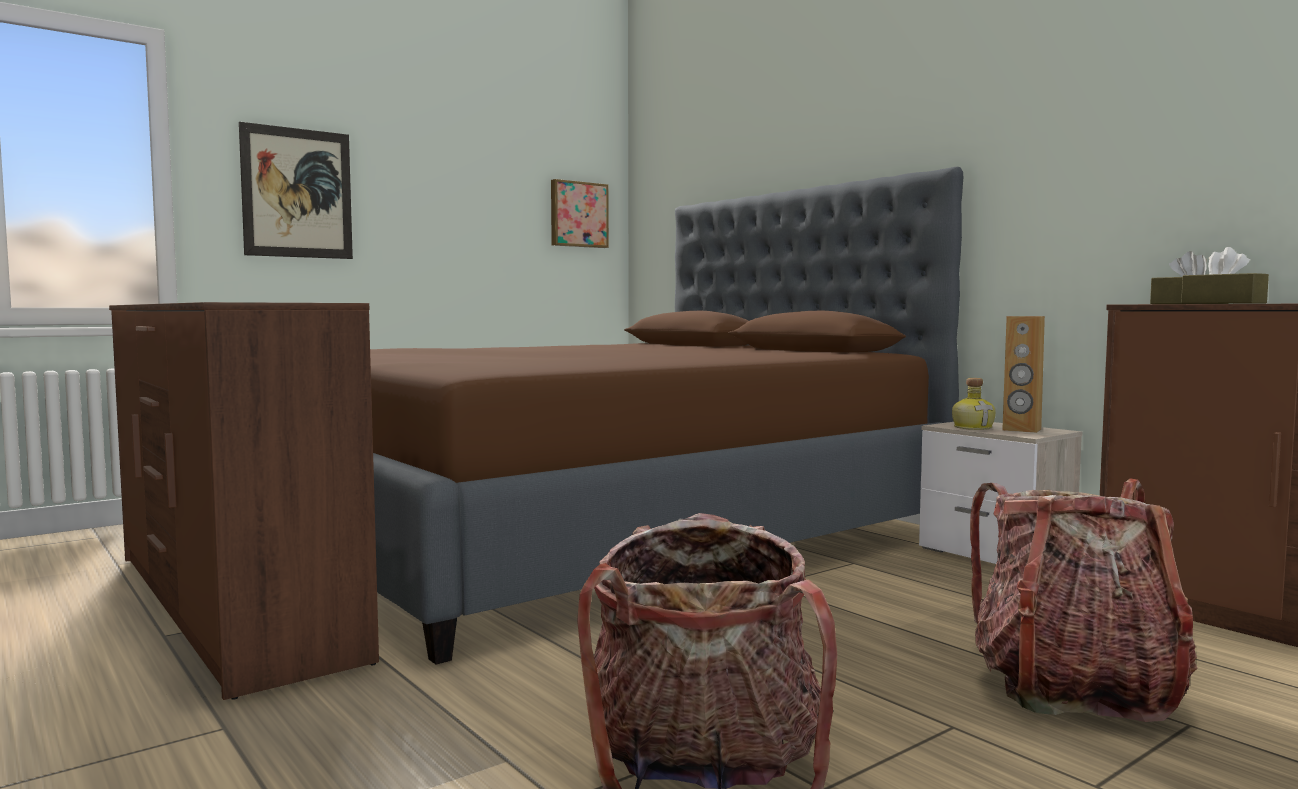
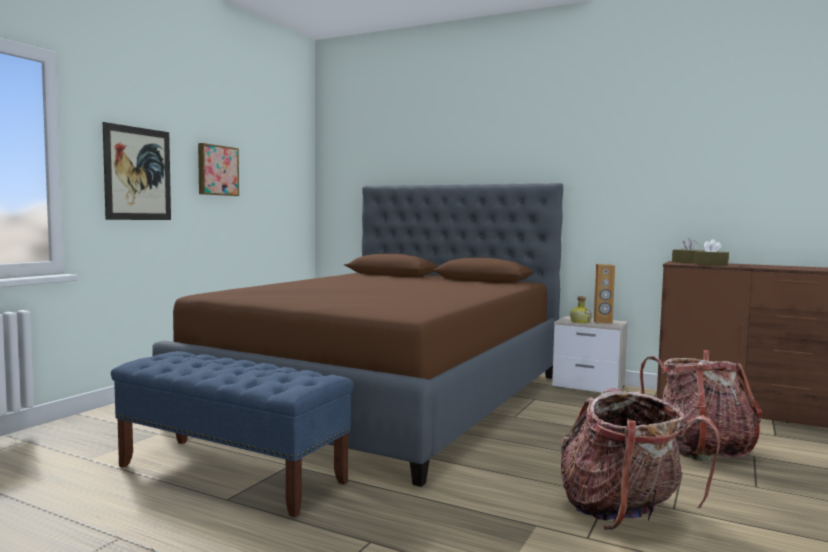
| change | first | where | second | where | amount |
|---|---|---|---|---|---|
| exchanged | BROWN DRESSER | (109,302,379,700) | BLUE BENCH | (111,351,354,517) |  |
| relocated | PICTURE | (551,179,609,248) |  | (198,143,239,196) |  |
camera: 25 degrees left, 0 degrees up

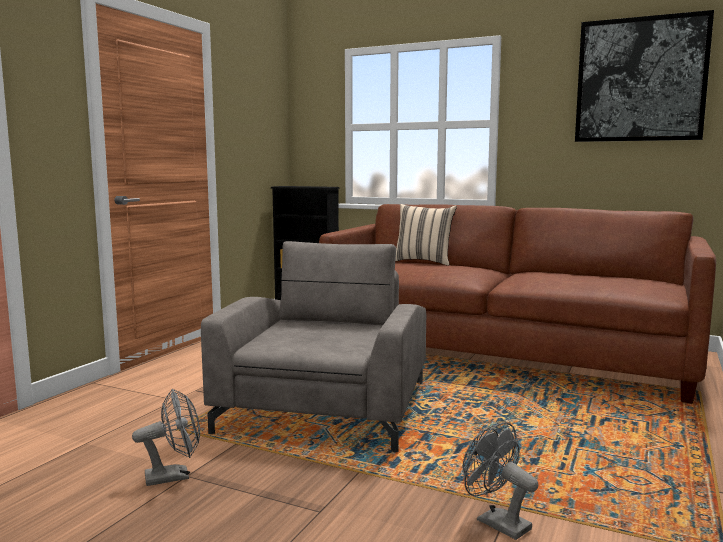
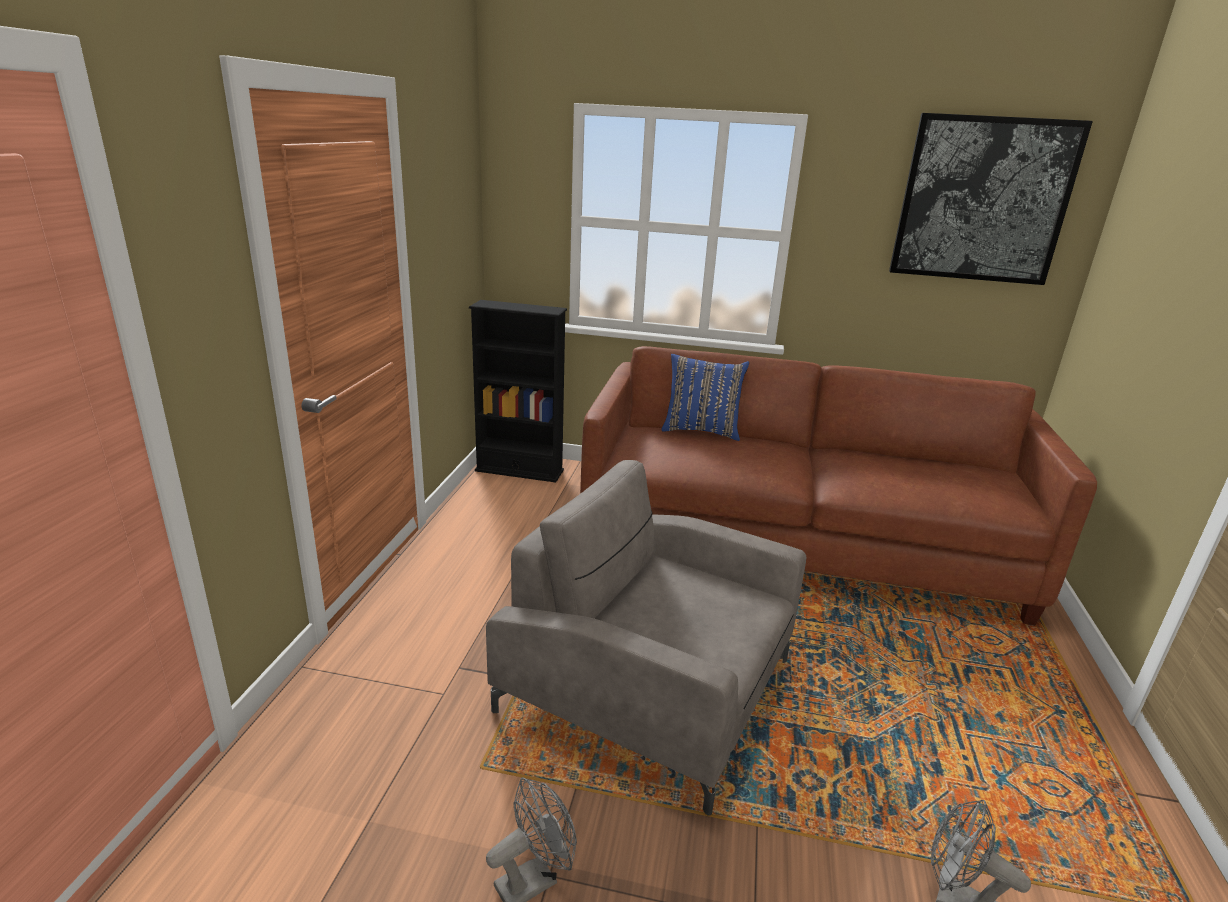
| change | first | where | second | where | amount |
|---|---|---|---|---|---|
| spun | GREY ARMCHAIR | (201,241,426,452) |  | (486,460,806,815) | 60 degrees counterclockwise |
| colour | BEIGE PILLOW | (395,204,457,266) | BLUE PILLOW | (661,354,749,441) |  |
camera: 15 degrees left, 15 degrees up

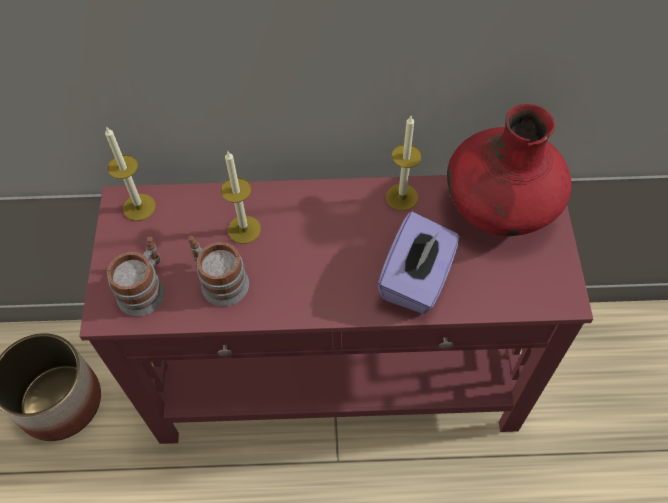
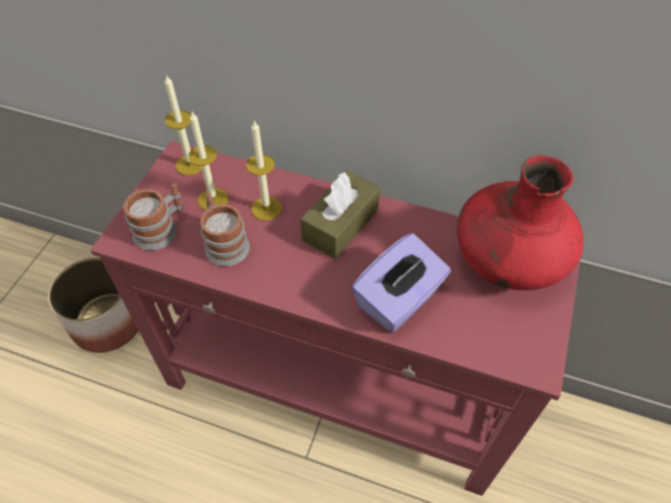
| change | first | where | second | where | amount |
|---|---|---|---|---|---|
| relocated | CANDLE | (386,116,422,211) |  | (188,112,229,210) |  |
| appeared |  |  | BROWN TISSUE BOX | (300,171,380,259) |  |
camera: 20 degrees right, 5 degrees down

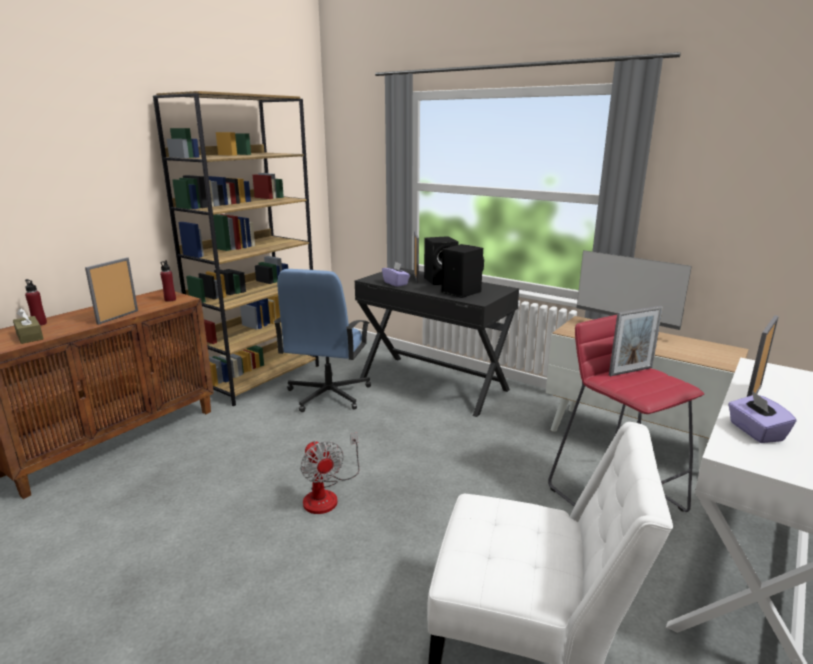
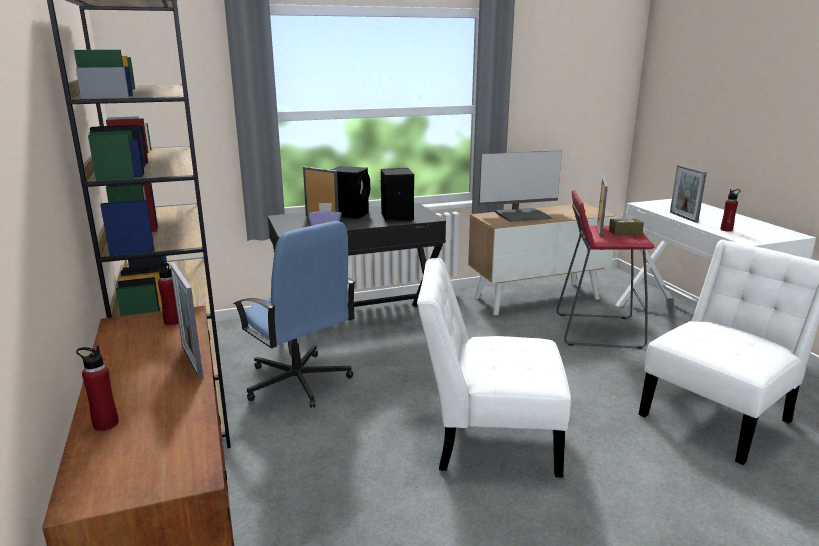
| change | first | where | second | where | amount |
|---|---|---|---|---|---|
| relocated | BROWN TISSUE BOX | (13,308,43,344) |  | (609,209,644,235) |  |
| exchanged | FAN | (300,432,359,514) | WHITE CHAIR | (417,258,571,478) |  |
| exchanged | PURPLE TISSUE BOX | (728,391,796,443) | RED BOTTLE | (721,189,739,232) |  |
camera: 55 degrees left, 0 degrees up

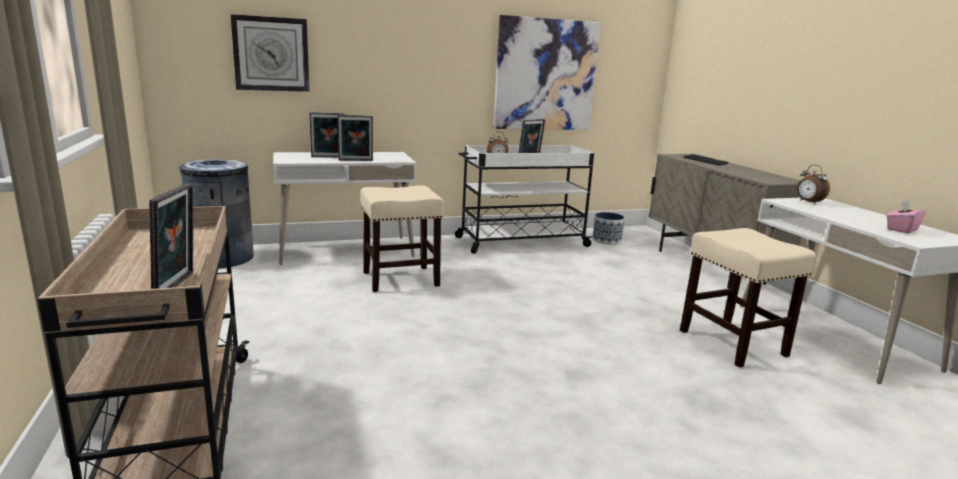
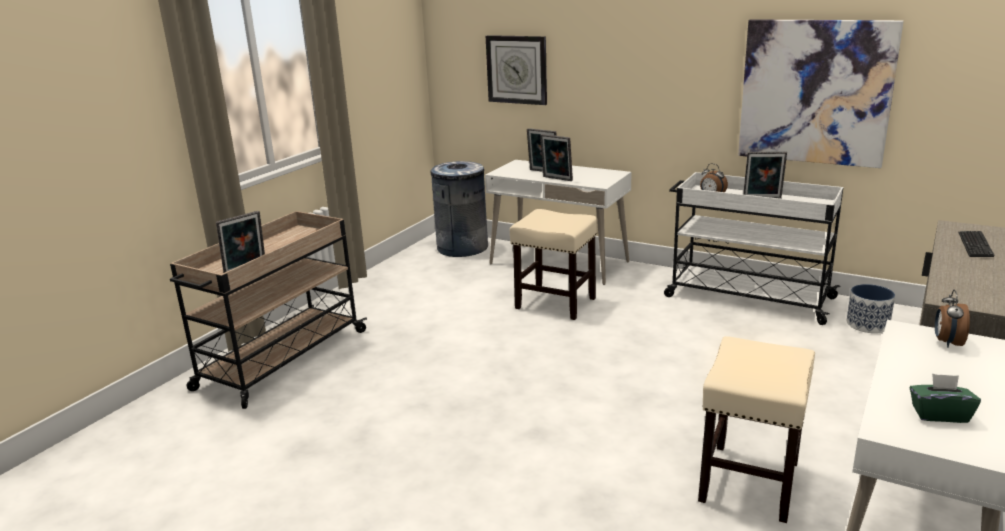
| change | first | where | second | where | amount |
|---|---|---|---|---|---|
| colour | PINK TISSUE BOX | (887,200,926,233) | GREEN TISSUE BOX | (910,374,981,423) |  |
camera: 50 degrees right, 5 degrees up

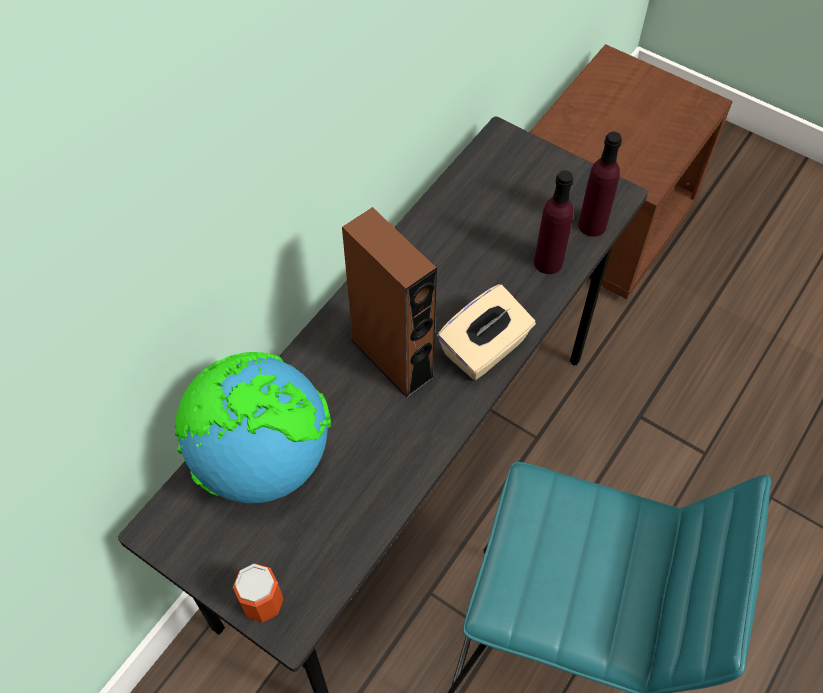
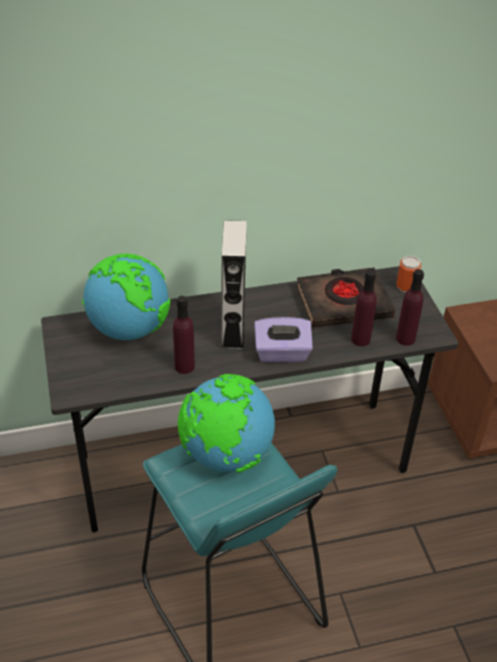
| change | first | where | second | where | amount |
|---|---|---|---|---|---|
| relocated | CAN | (233,563,284,623) |  | (396,255,421,292) |  |
| colour | BROWN SPEAKER | (342,207,437,399) | GREY SPEAKER | (221,220,247,349) |  |
| colour | BEIGE TISSUE BOX | (437,284,536,380) | PURPLE TISSUE BOX | (254,317,313,362) |  |
| appeared |  |  | PURPLE BOTTLE | (173,296,195,374) |  |
| appeared |  |  | GLOBE | (178,374,275,473) |  |
| appeared |  |  | BLACK BOOK | (296,267,395,328) |  |
camera: 40 degrees right, 15 degrees down

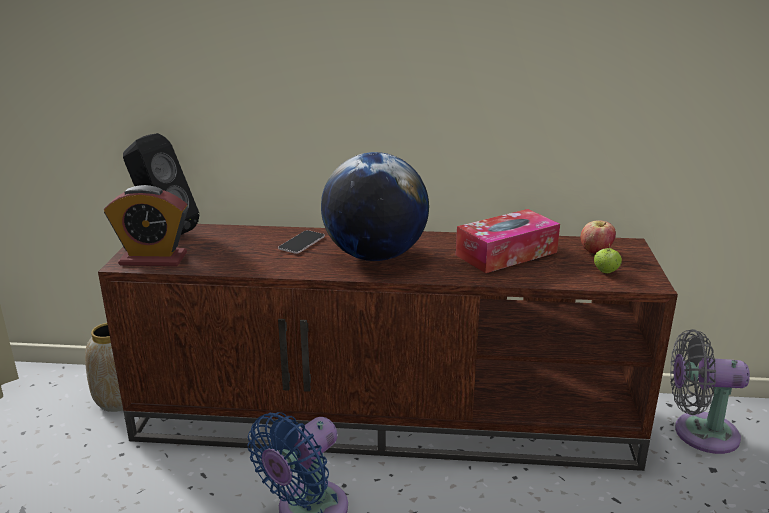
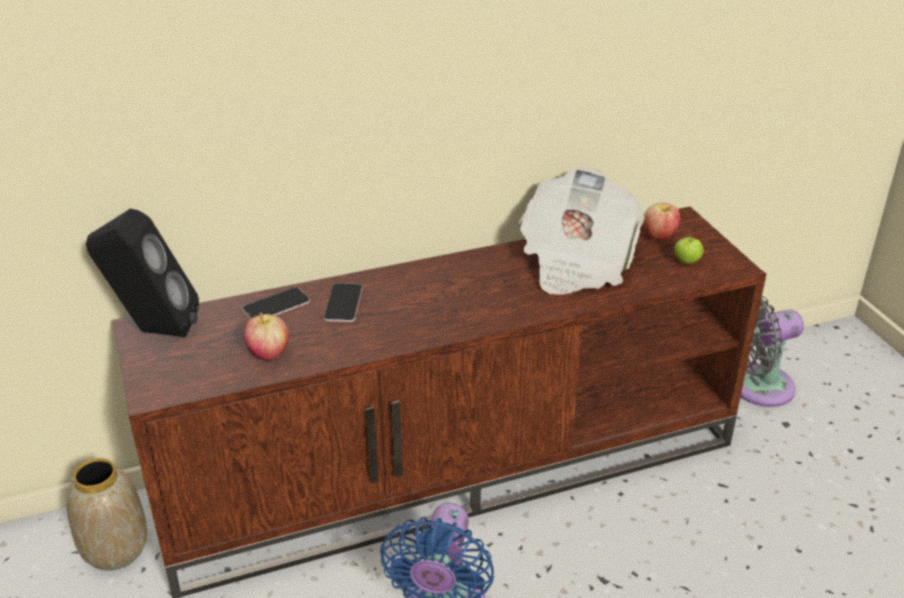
| change | first | where | second | where | amount |
|---|---|---|---|---|---|
| missing | ALARM CLOCK | (104,185,188,266) |  |  |  |
| missing | GLOBE | (321,152,429,261) |  |  |  |
| exchanged | TISSUE BOX | (456,209,560,273) | NEWSPAPER | (519,168,645,295) |  |
| appeared |  |  | PHONE | (242,287,310,319) |  |
| appeared |  |  | APPLE | (244,313,289,361) |  |
camera: 25 degrees left, 10 degrees up

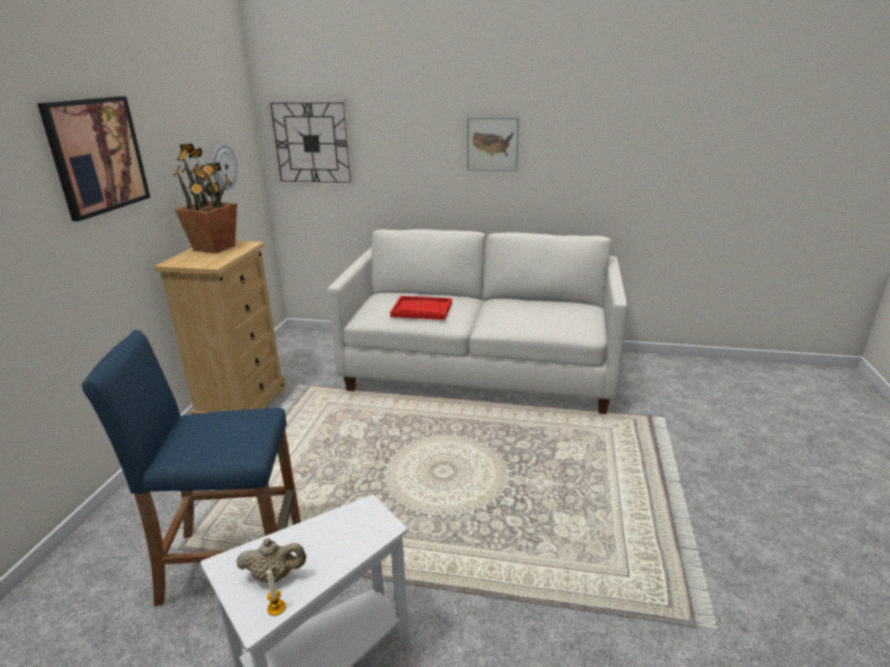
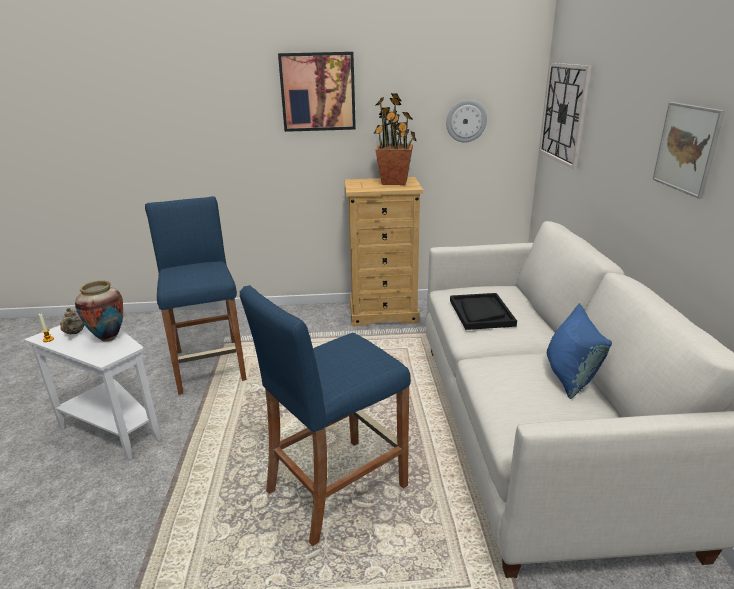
| change | first | where | second | where | amount |
|---|---|---|---|---|---|
| colour | RED TRAY | (390,296,452,320) | BLACK TRAY | (450,293,517,330) |  |
| appeared |  |  | VASE | (75,280,123,342) |  |
| appeared |  |  | BLUE STOOL | (240,285,411,547) |  |
| appeared |  |  | BLUE PILLOW | (547,303,612,399) |  |
camera: 75 degrees right, 0 degrees up

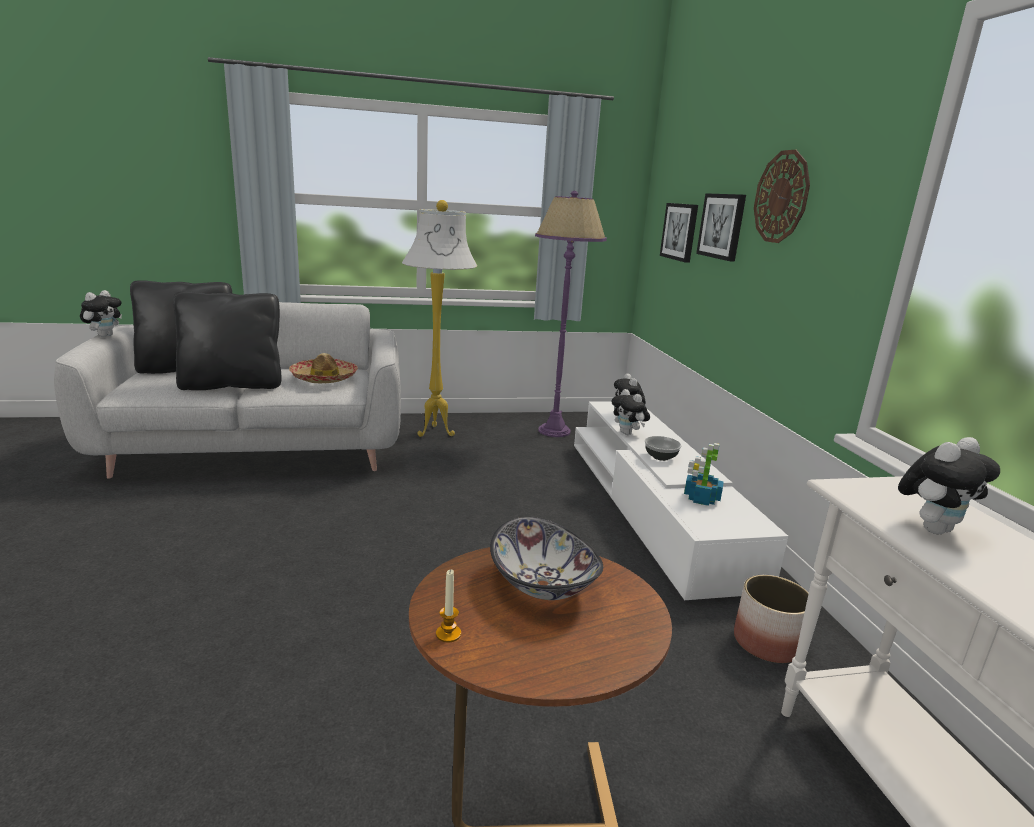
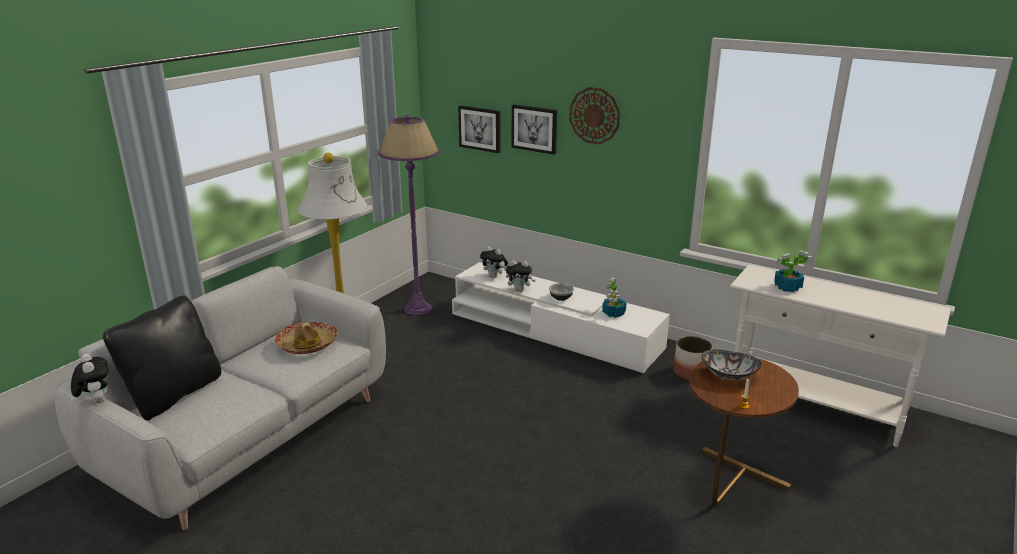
| change | first | where | second | where | amount |
|---|---|---|---|---|---|
| missing | BLACK PILLOW | (173,291,282,390) |  |  |  |
| exchanged | PLUSH TOY | (898,437,1000,534) | POTTED PLANT | (774,250,812,292) |  |
camera: 45 degrees left, 5 degrees up

